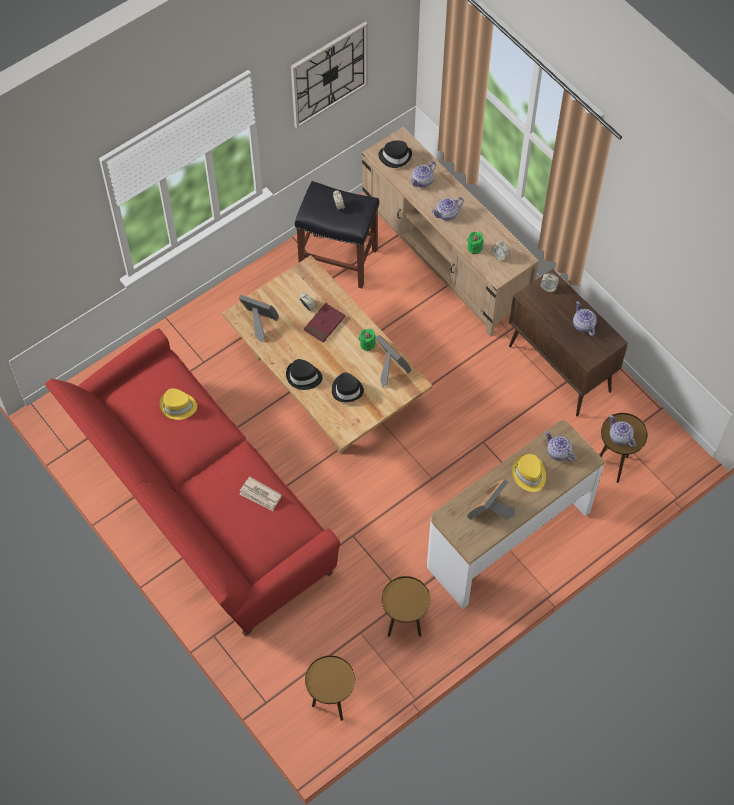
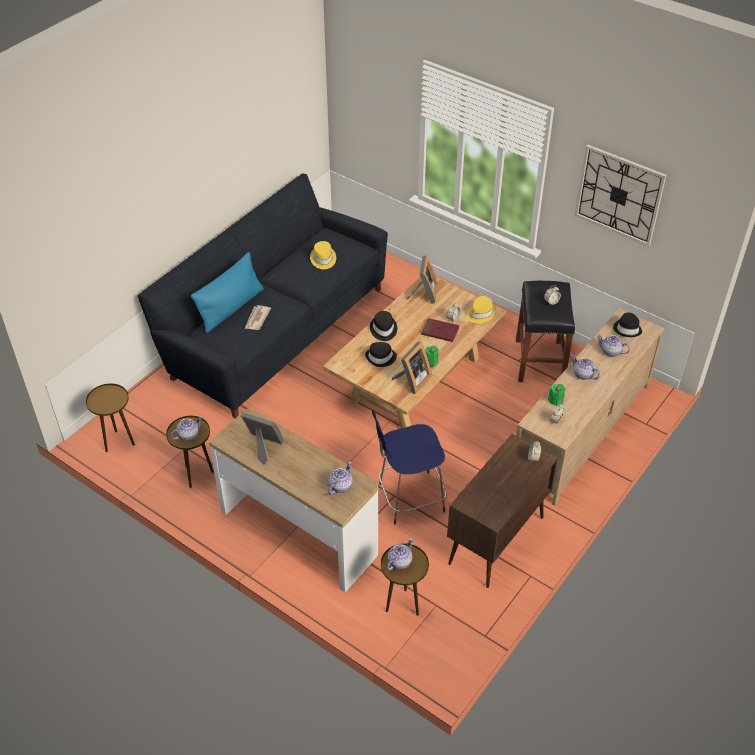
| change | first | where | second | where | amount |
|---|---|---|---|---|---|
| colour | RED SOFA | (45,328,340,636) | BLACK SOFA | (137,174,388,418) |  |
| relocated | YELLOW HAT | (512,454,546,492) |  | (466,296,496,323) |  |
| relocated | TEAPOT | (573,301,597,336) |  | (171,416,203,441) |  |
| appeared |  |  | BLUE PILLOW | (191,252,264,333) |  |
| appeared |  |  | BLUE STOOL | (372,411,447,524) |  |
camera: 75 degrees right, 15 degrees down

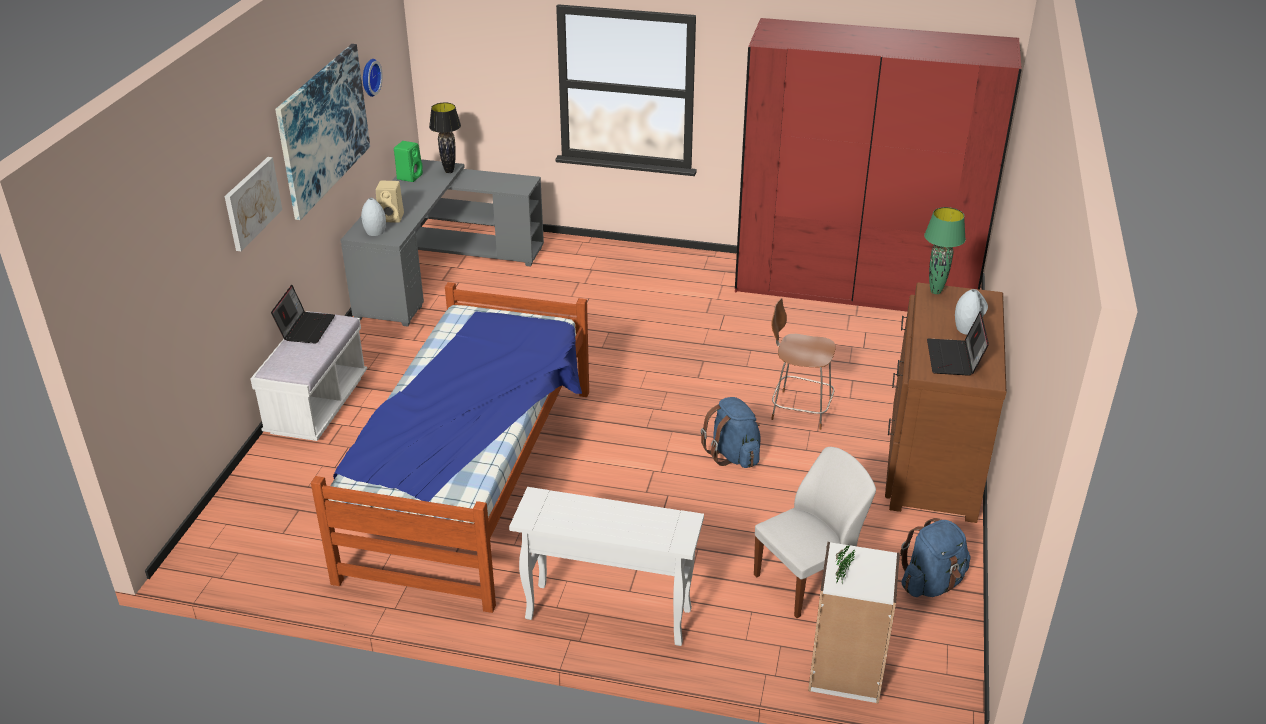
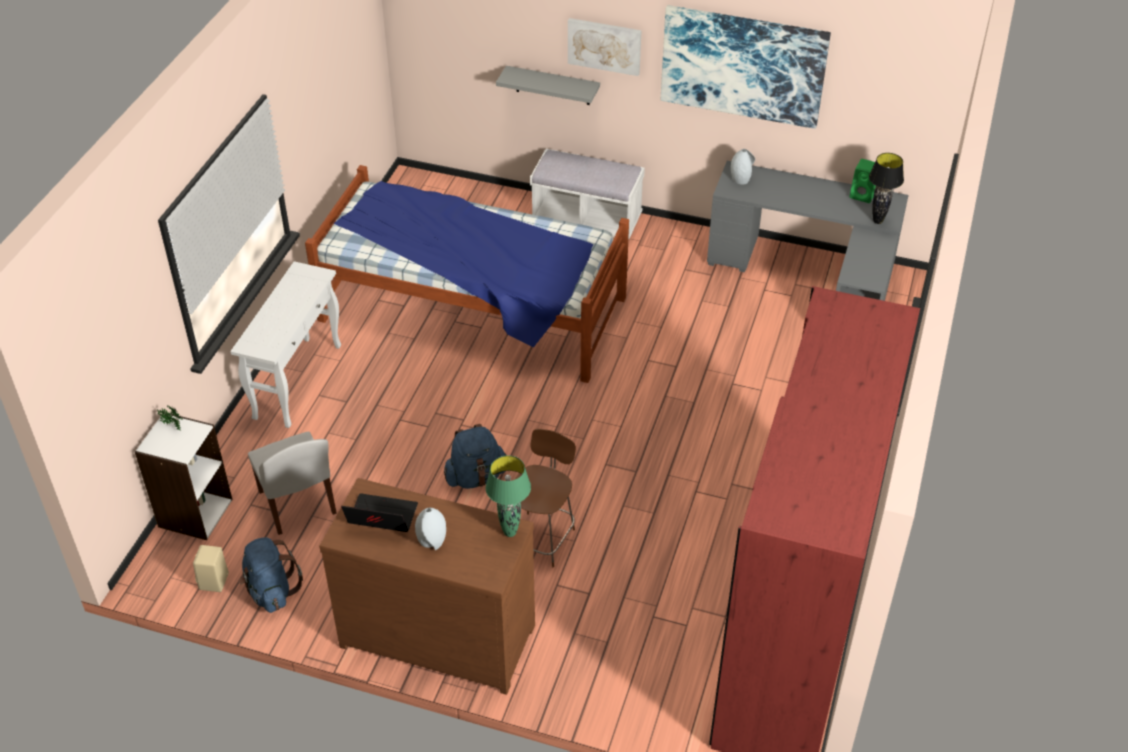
| change | first | where | second | where | amount |
|---|---|---|---|---|---|
| missing | LAPTOP | (271,285,335,344) |  |  |  |
| missing | WALL CLOCK | (363,59,383,97) |  |  |  |
| relocated | BEIGE SPEAKER | (376,181,404,223) |  | (193,545,229,592) |  |
| appeared |  |  | GREY SHELF | (496,66,600,105) |  |
camera: 95 degrees right, 10 degrees up

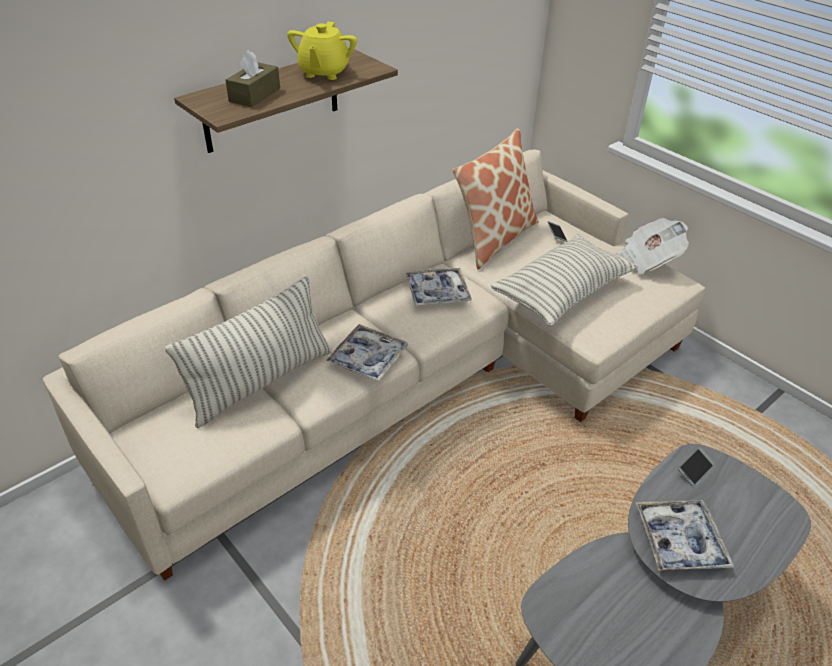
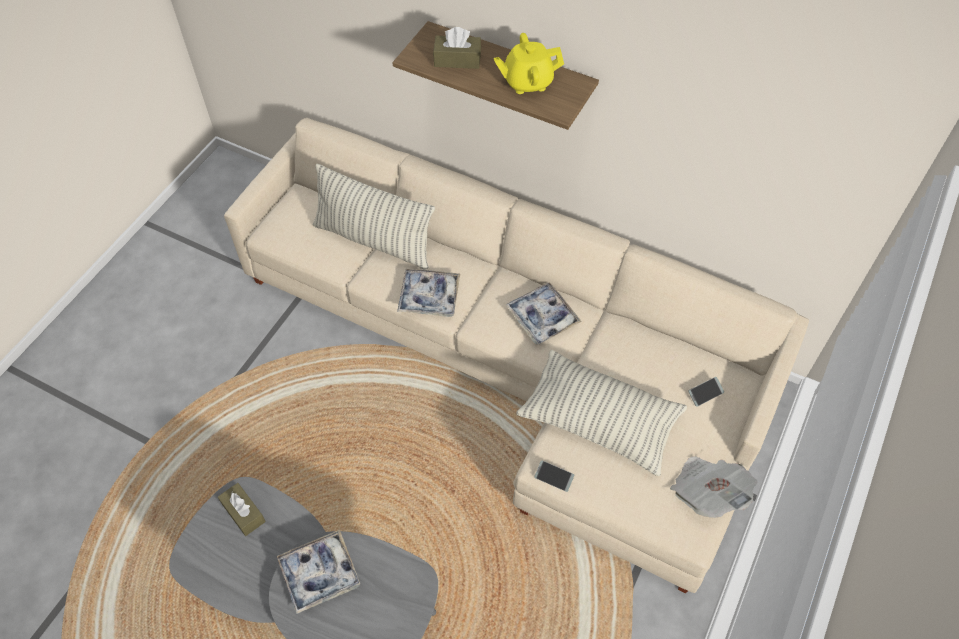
| change | first | where | second | where | amount |
|---|---|---|---|---|---|
| missing | PILLOW | (453,128,538,270) |  |  |  |
| relocated | PHONE | (678,448,714,486) |  | (534,460,574,492) |  |
| appeared |  |  | BROWN TISSUE BOX | (218,483,266,536) |  |
camera: 70 degrees right, 15 degrees up

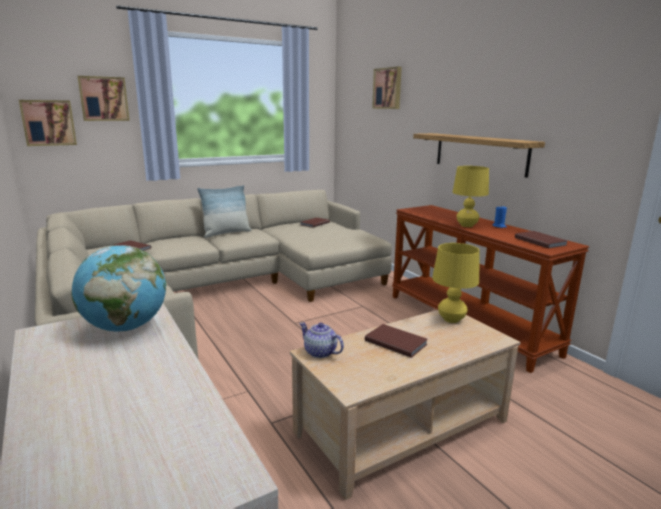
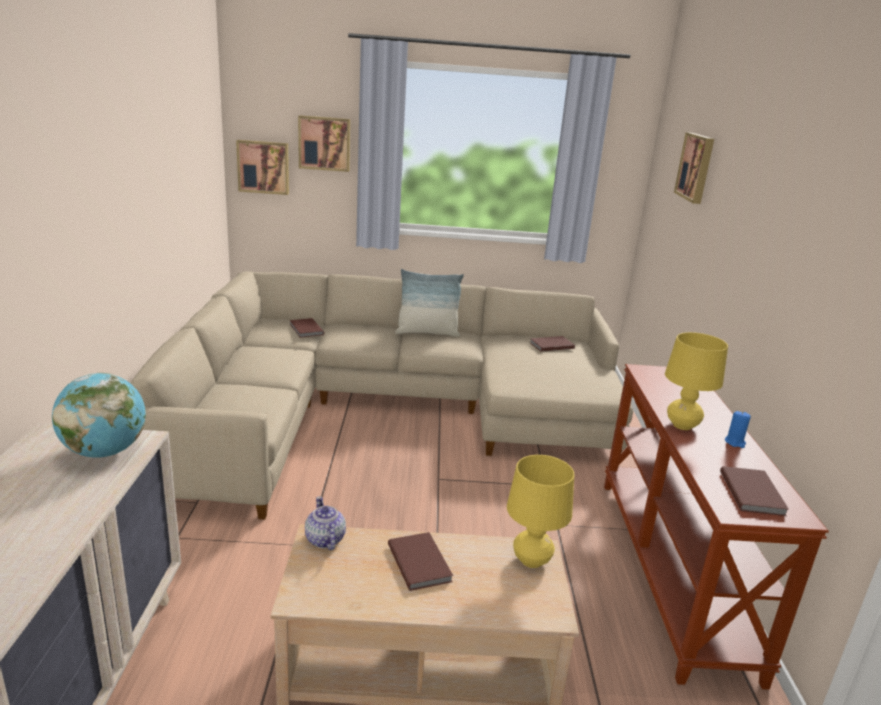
| change | first | where | second | where | amount |
|---|---|---|---|---|---|
| missing | SHELF | (413,133,545,178) |  |  |  |
camera: 30 degrees right, 5 degrees up

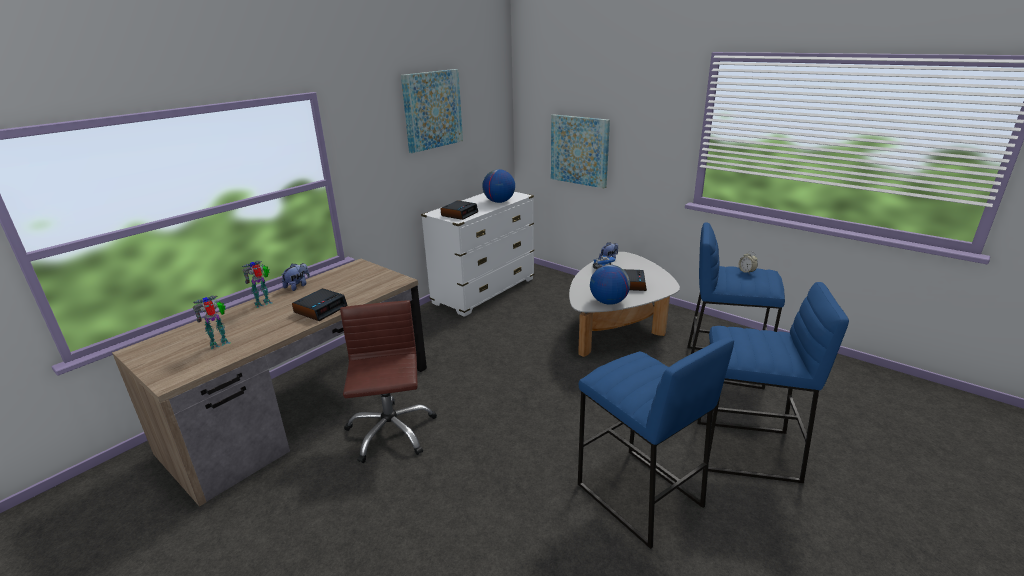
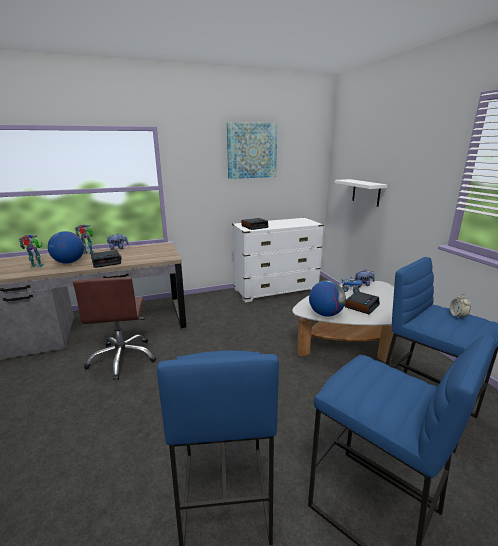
| change | first | where | second | where | amount |
|---|---|---|---|---|---|
| spun | BROWN OFFICE CHAIR | (340,300,437,463) |  | (73,277,156,380) | 150 degrees clockwise |
| relocated | GLOBE | (482,169,515,203) |  | (47,231,84,264) |  |
| exchanged | PICTURE | (551,114,610,189) | WHITE SHELF | (335,179,387,207) |  |
camera: 30 degrees right, 5 degrees down

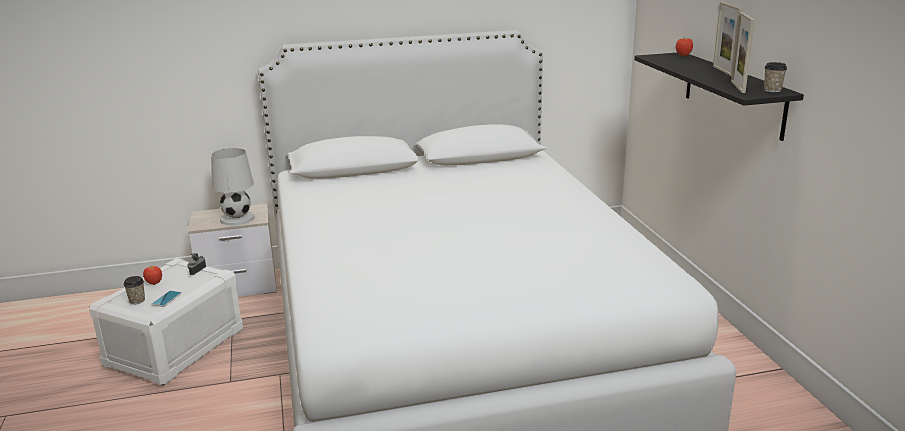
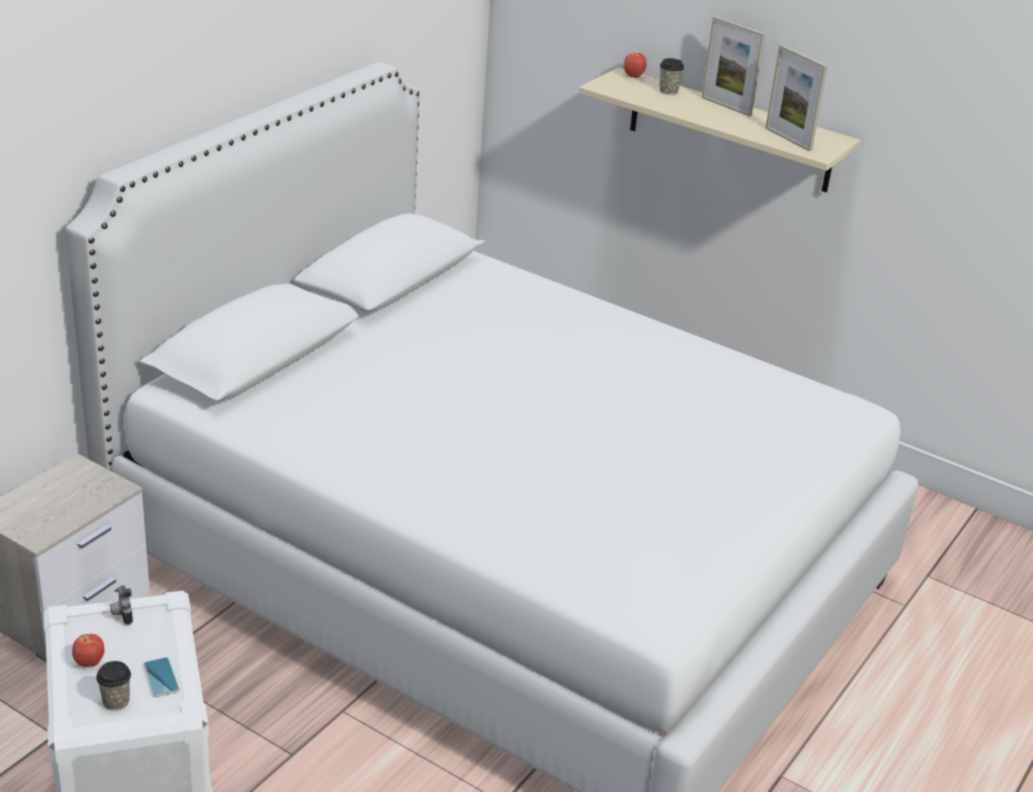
| change | first | where | second | where | amount |
|---|---|---|---|---|---|
| missing | WHITE TABLE LAMP | (211,148,255,225) |  |  |  |
| colour | BLACK SHELF | (634,53,804,141) | BEIGE SHELF | (579,67,861,192) |  |
| relocated | CUP | (764,62,787,92) |  | (659,58,684,95) |  |
camera: 45 degrees left, 10 degrees up

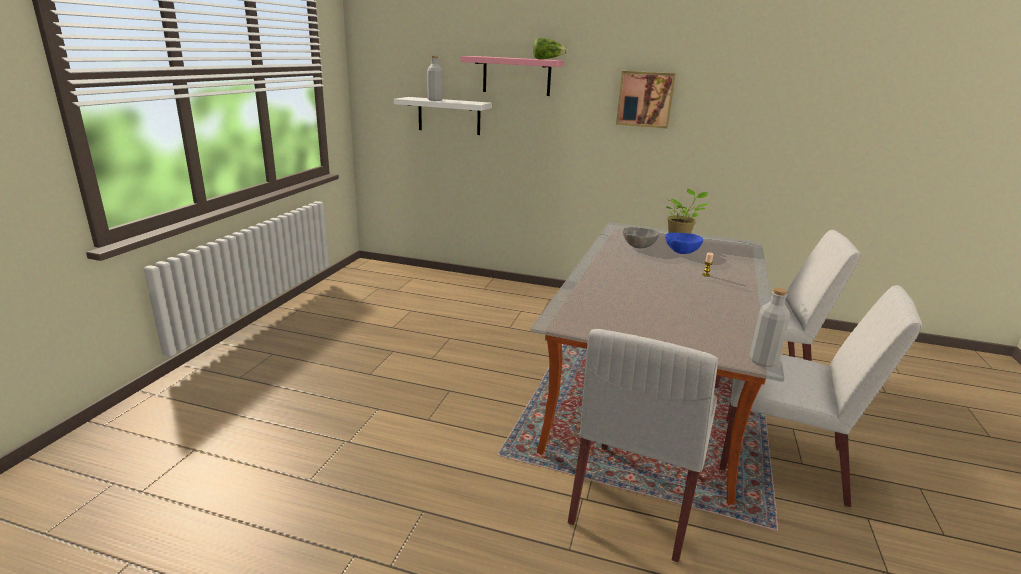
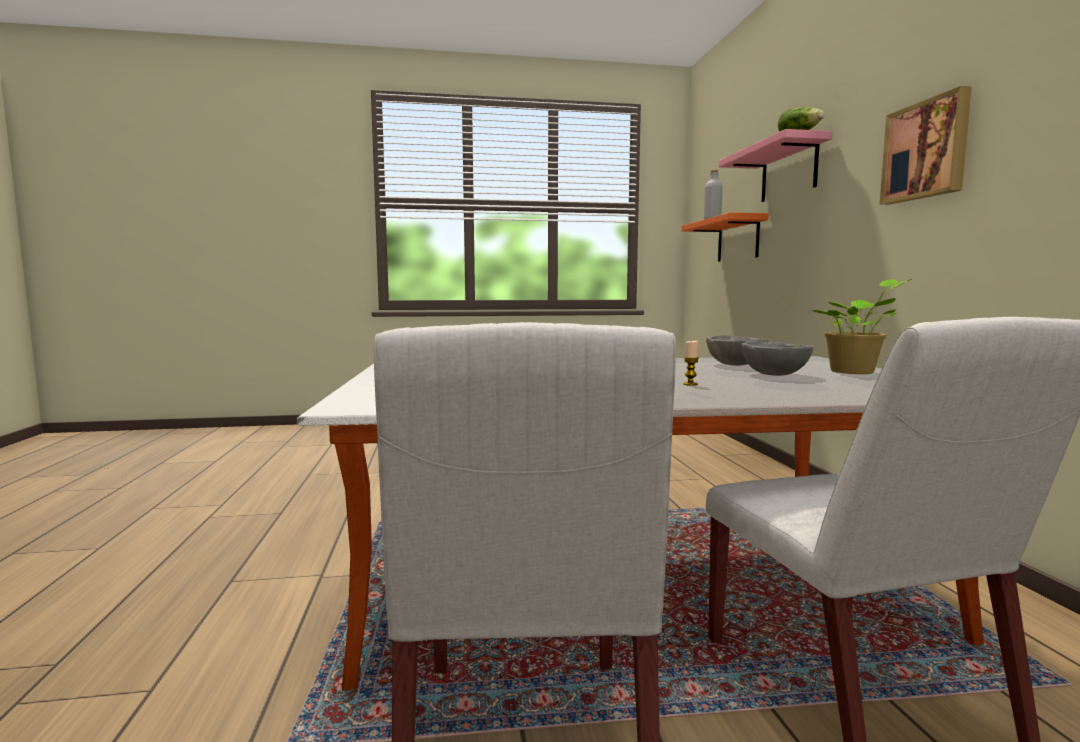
| change | first | where | second | where | amount |
|---|---|---|---|---|---|
| colour | WHITE SHELF | (394,97,492,135) | ORANGE SHELF | (681,212,769,262) |  |
| missing | WHITE CHAIR | (568,329,718,562) |  |  |  |
| colour | BLUE BOWL | (665,232,703,254) | GREY BOWL | (741,341,814,376) |  |
| missing | GREY BOTTLE | (749,288,790,367) |  |  |  |
camera: 65 degrees right, 15 degrees down

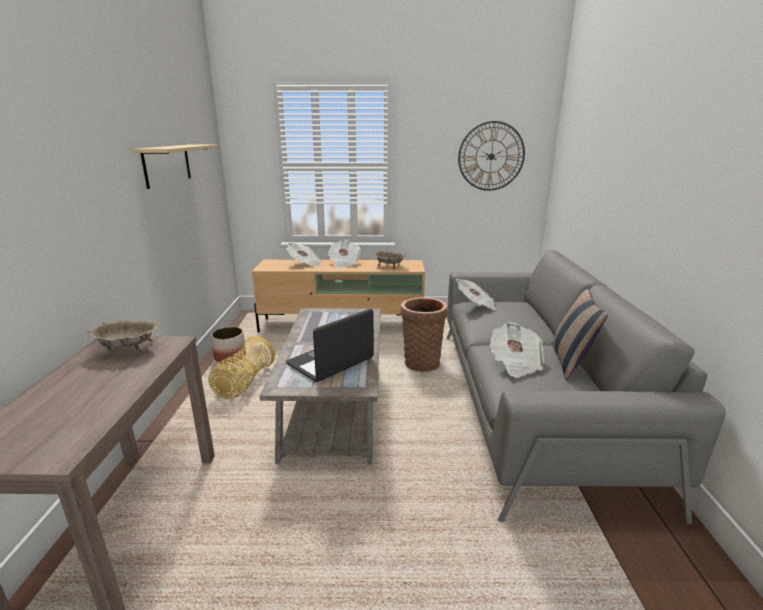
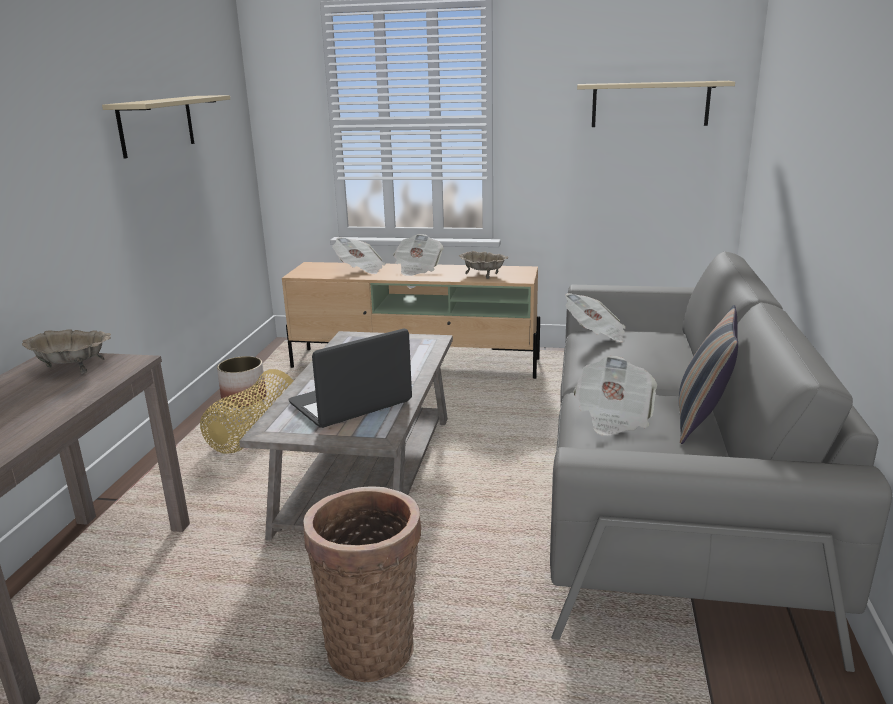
| change | first | where | second | where | amount |
|---|---|---|---|---|---|
| relocated | BASKET | (401,297,447,372) |  | (303,486,421,682) |  |
| exchanged | WALL CLOCK | (458,121,525,191) | BEIGE SHELF | (577,81,735,127) |  |
camera: 10 degrees right, 0 degrees up

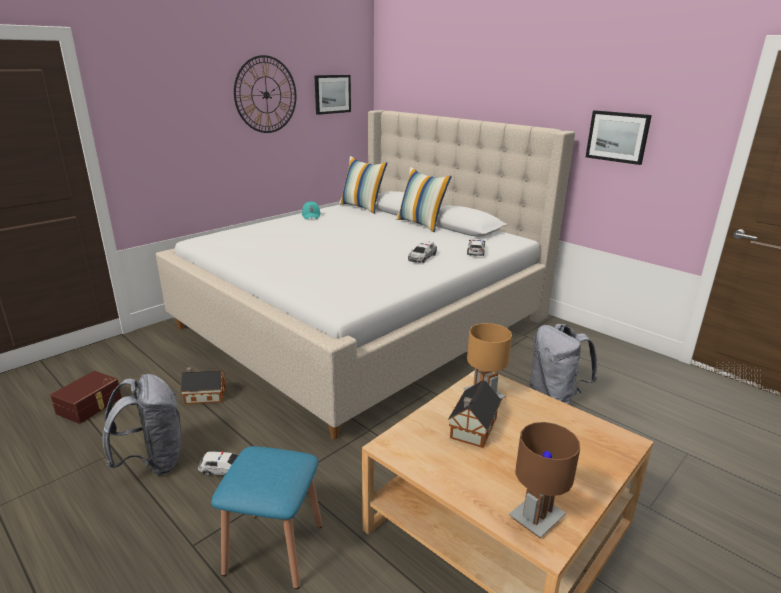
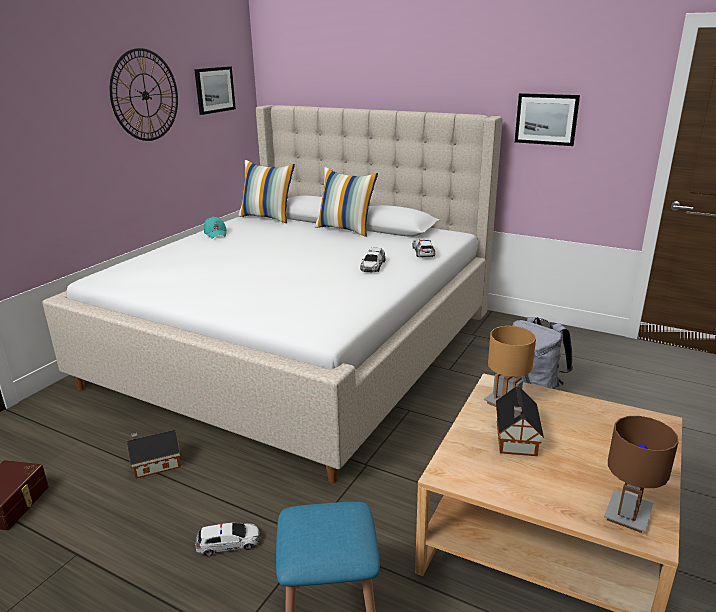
| change | first | where | second | where | amount |
|---|---|---|---|---|---|
| missing | GREY BACKPACK | (102,374,181,475) |  |  |  |
camera: 15 degrees left, 0 degrees up

